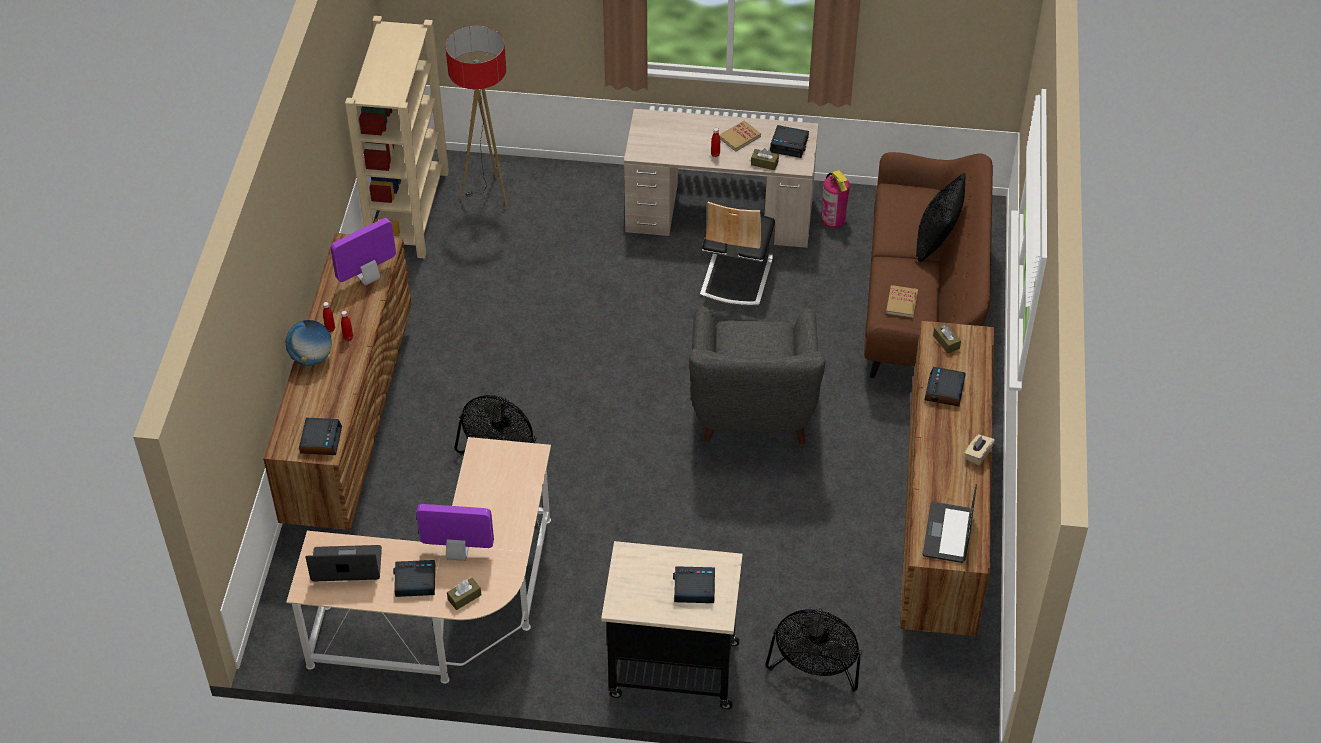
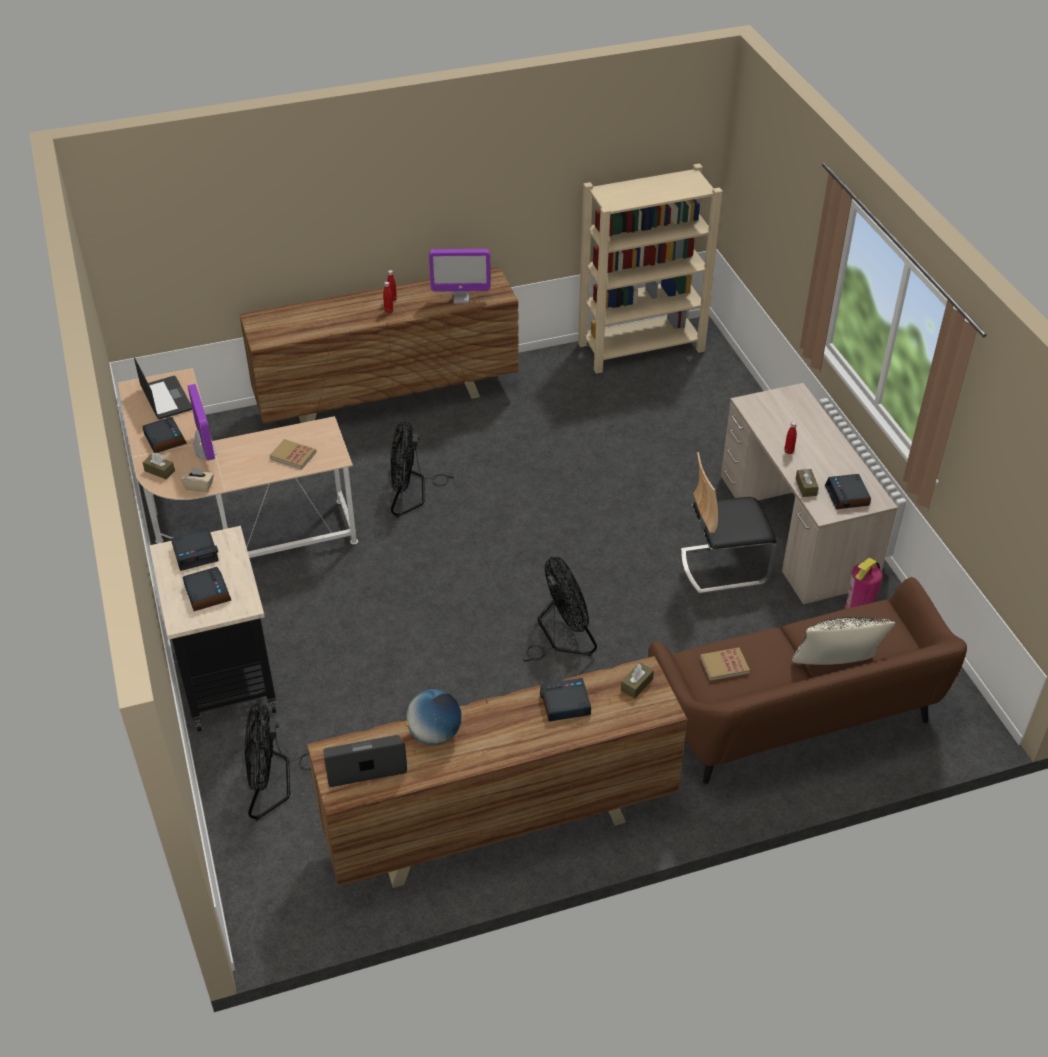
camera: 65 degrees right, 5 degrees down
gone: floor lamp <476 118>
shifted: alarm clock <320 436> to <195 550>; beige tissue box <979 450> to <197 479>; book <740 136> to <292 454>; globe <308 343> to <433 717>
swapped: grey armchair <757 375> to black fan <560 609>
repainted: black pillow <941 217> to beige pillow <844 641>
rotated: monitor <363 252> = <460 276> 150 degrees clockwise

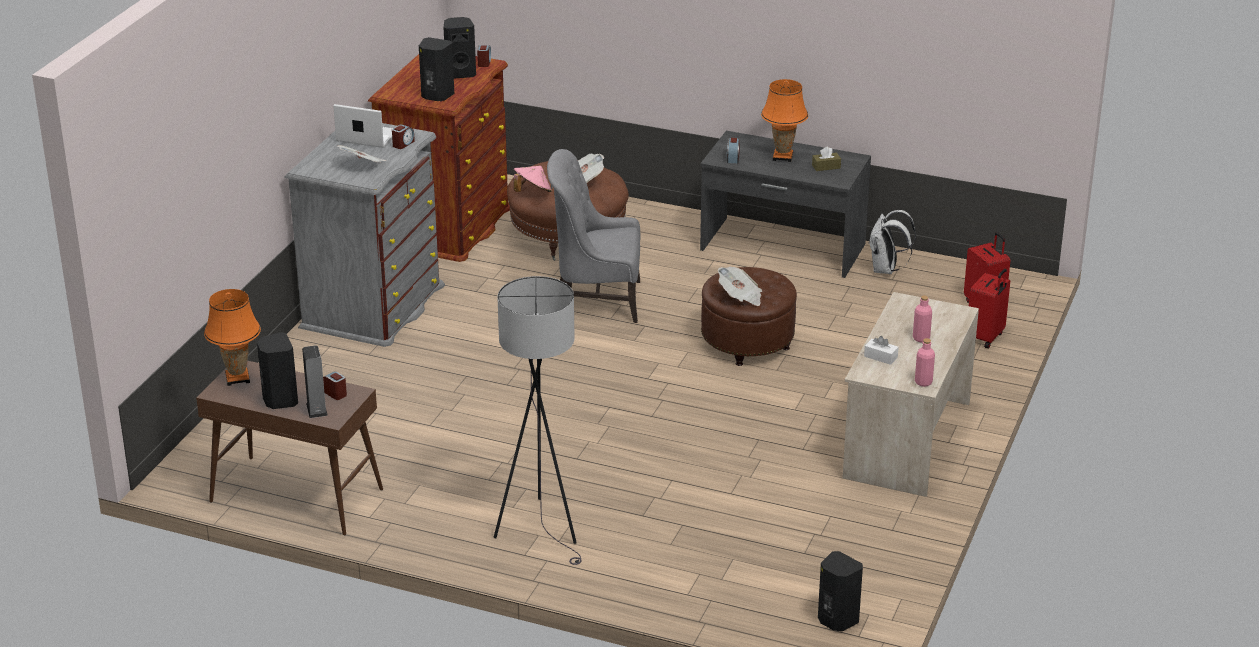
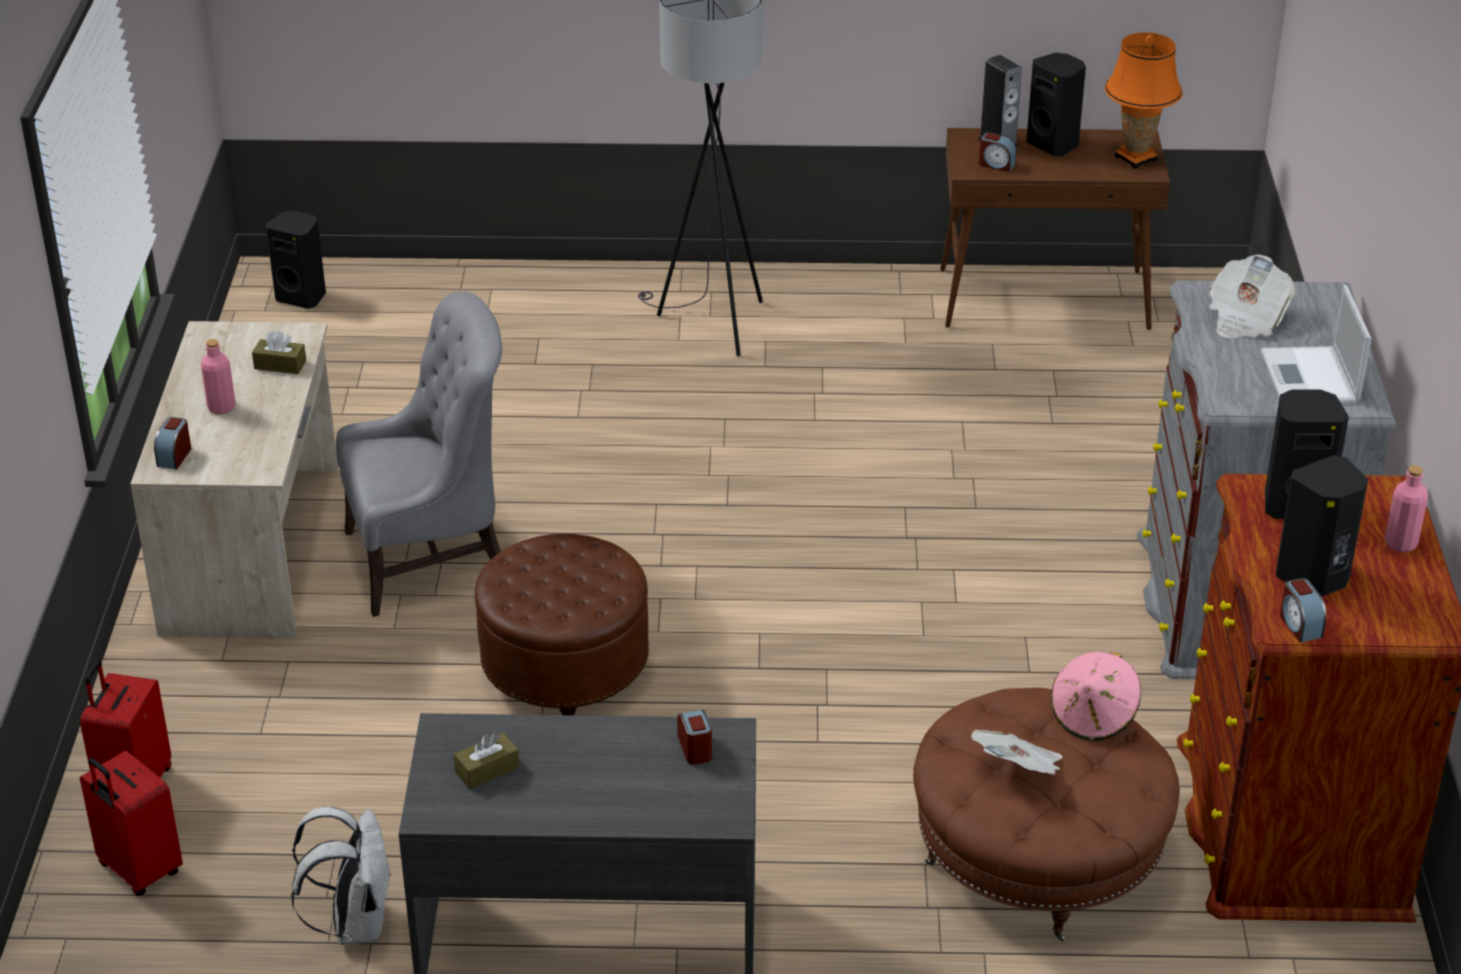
camera: 160 degrees right, 5 degrees up
gone: newspaper <740 286>; orange table lamp <784 120>
shifted: alarm clock <403 137> to <172 443>; grey chair <594 236> to <419 454>; pink bottle <925 362> to <1406 509>
repainted: white tissue box <881 350> to brown tissue box <279 352>
rotated: laptop <363 126> = <1316 344> 90 degrees clockwise

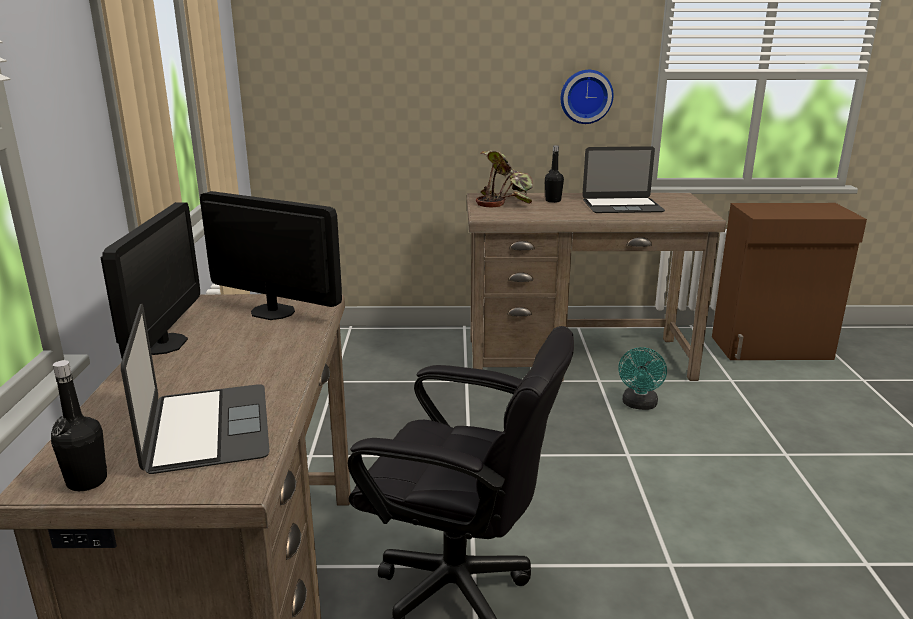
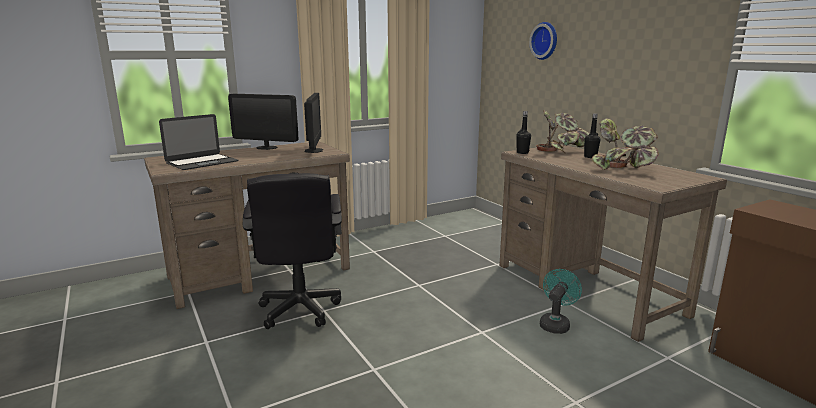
camera: 60 degrees right, 5 degrees down
shifted: black bottle <79 425> to <523 132>; wall clock <587 97> to <543 41>
swapped: laptop <623 179> to potted plant <625 144>
rotated: monitor <150 280> = <263 122> 45 degrees clockwise; turquoise fan <642 378> = <561 301> 135 degrees clockwise

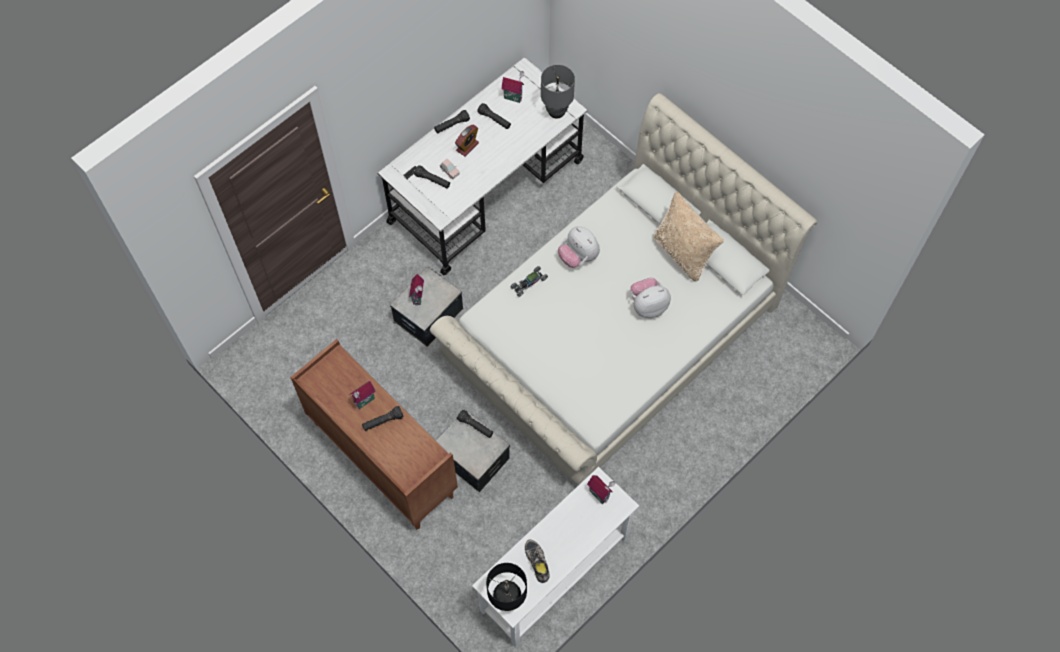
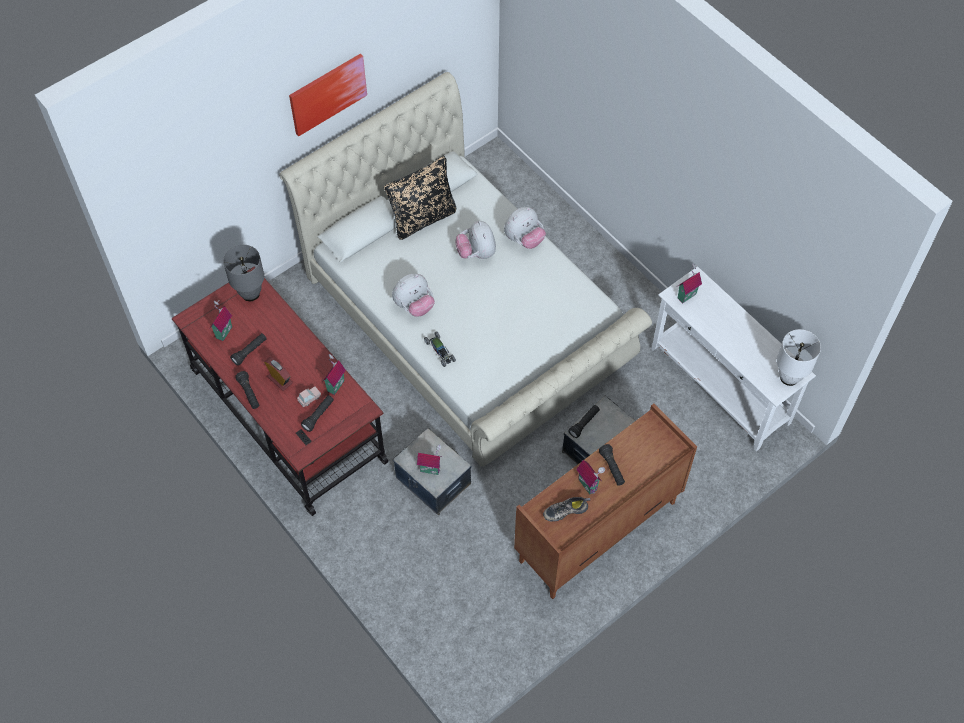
camera: 85 degrees left, 5 degrees down
new: picture <328 95>; toy house <334 374>; plush toy <525 228>
shifted: shoe <537 561> to <566 509>
repainted: white desk <483 166> to red desk <280 391>; beige pillow <688 236> to black pillow <420 198>; black table lamp <506 587> to white table lamp <799 357>

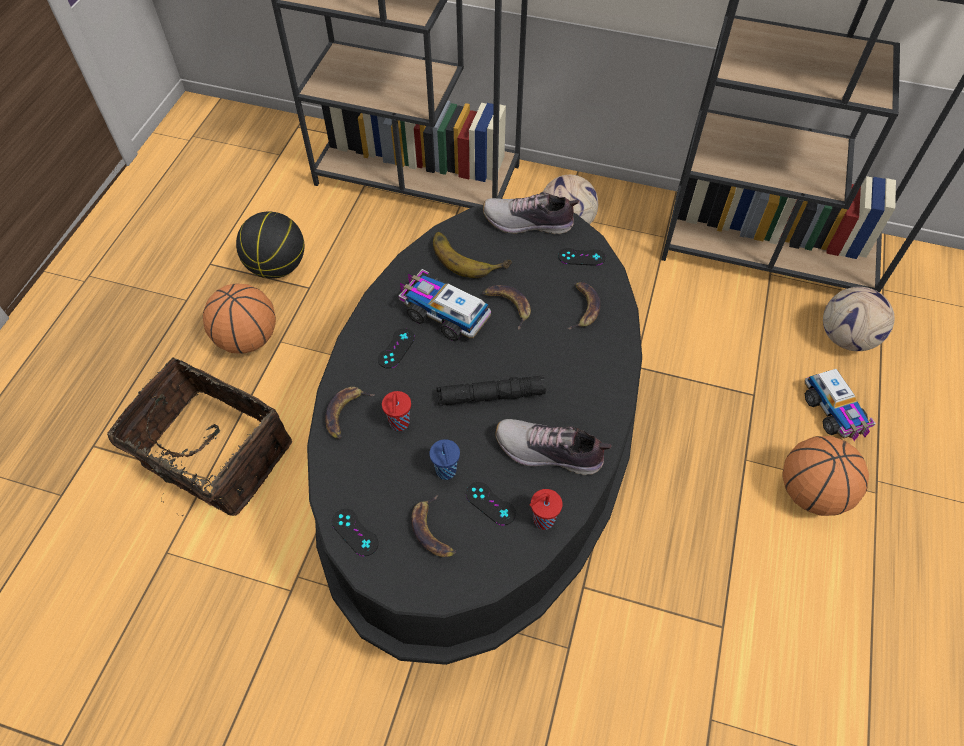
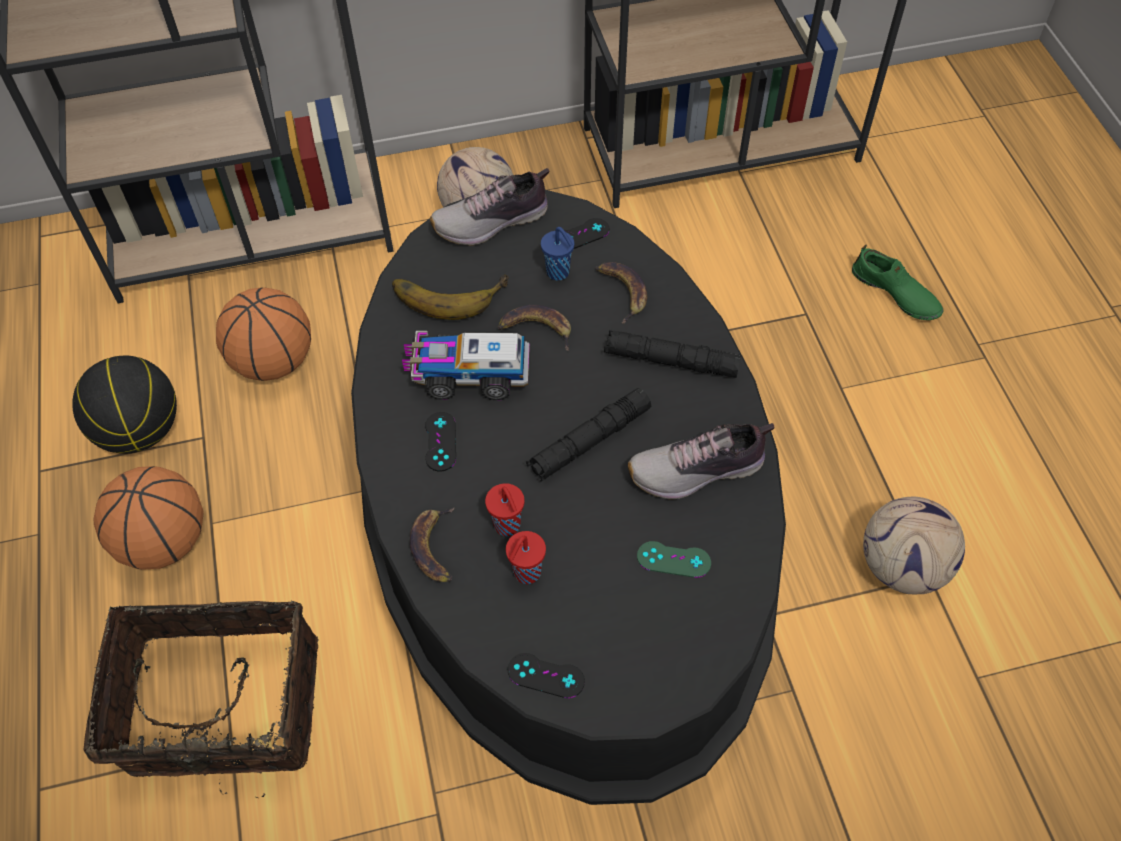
camera: 30 degrees left, 0 degrees up
gone: banana <433 526>
new: black flashlight <672 354>
shifted: basketball <825 476> to <263 334>; red cup <546 509> to <526 557>; blue cup <444 459> to <557 254>; football <859 319> to <914 545>
swapped: toy truck <840 405> to green shoe <898 282>
repainted: black game controller <491 503> to green game controller <674 559>

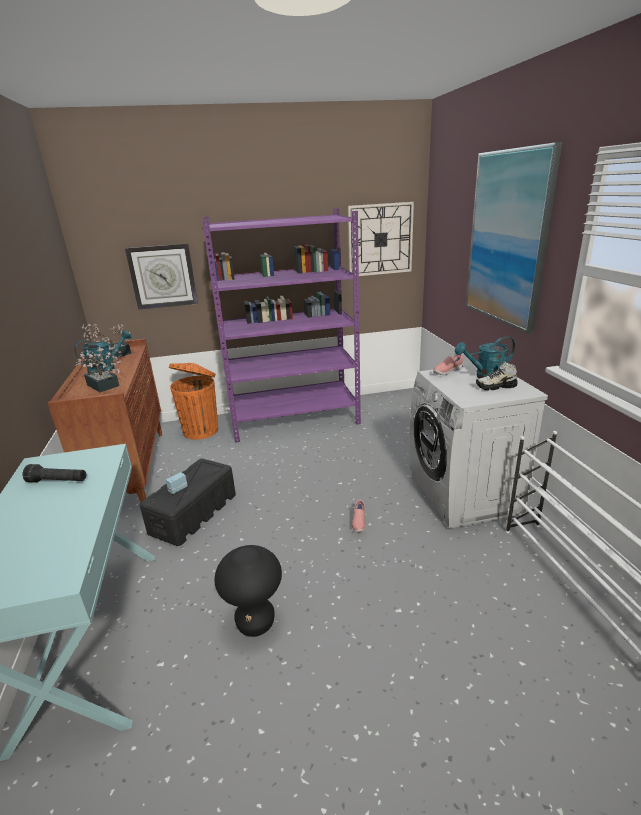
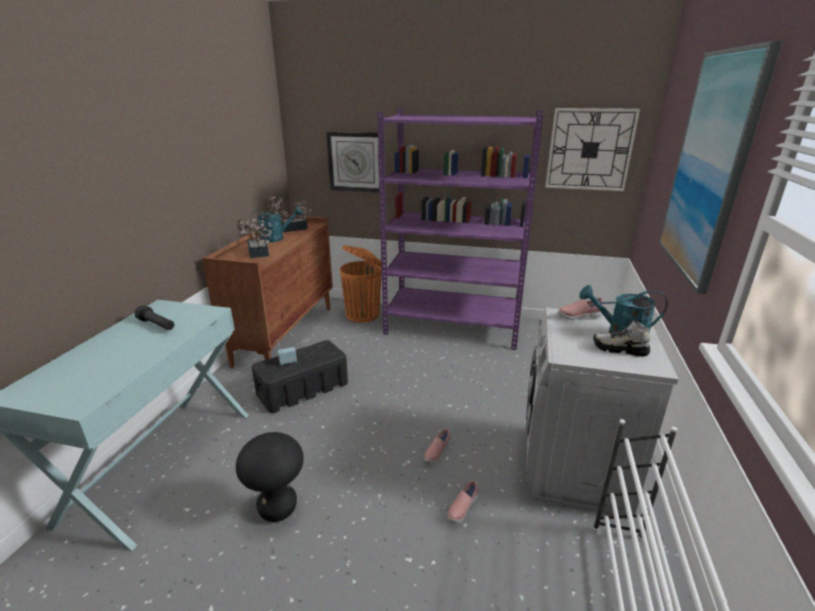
camera: 25 degrees right, 0 degrees up
new: pink shoe <462 502>

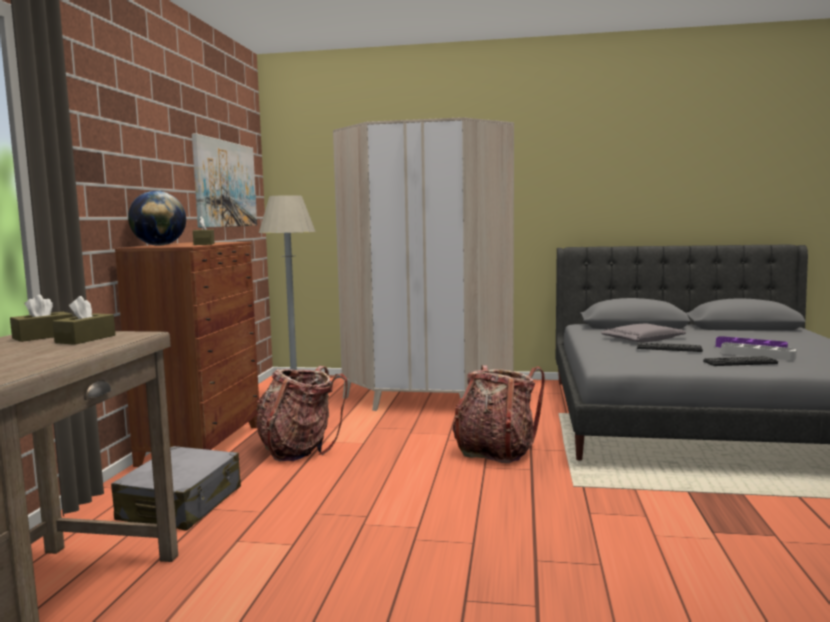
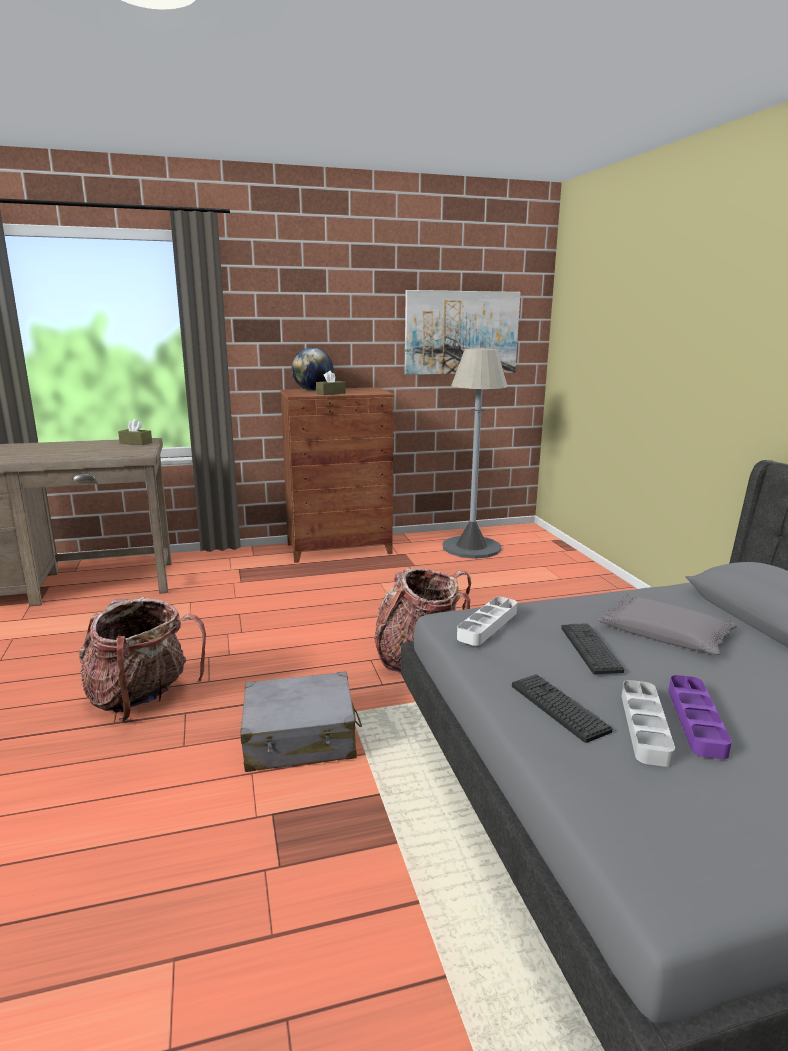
camera: 65 degrees right, 10 degrees up
gone: brown tissue box <83 320>; beige wardrobe <423 264>
new: white tray <487 621>
shifted: backpack <302 414> to <142 659>; grey suitcase <176 488> to <301 722>

